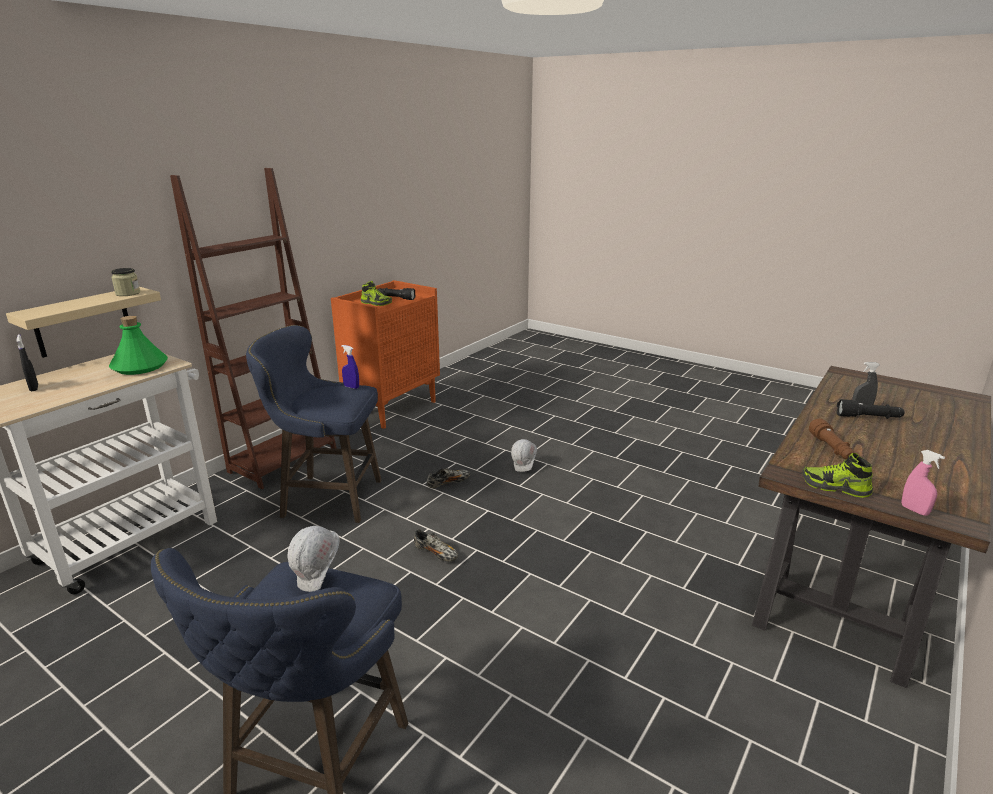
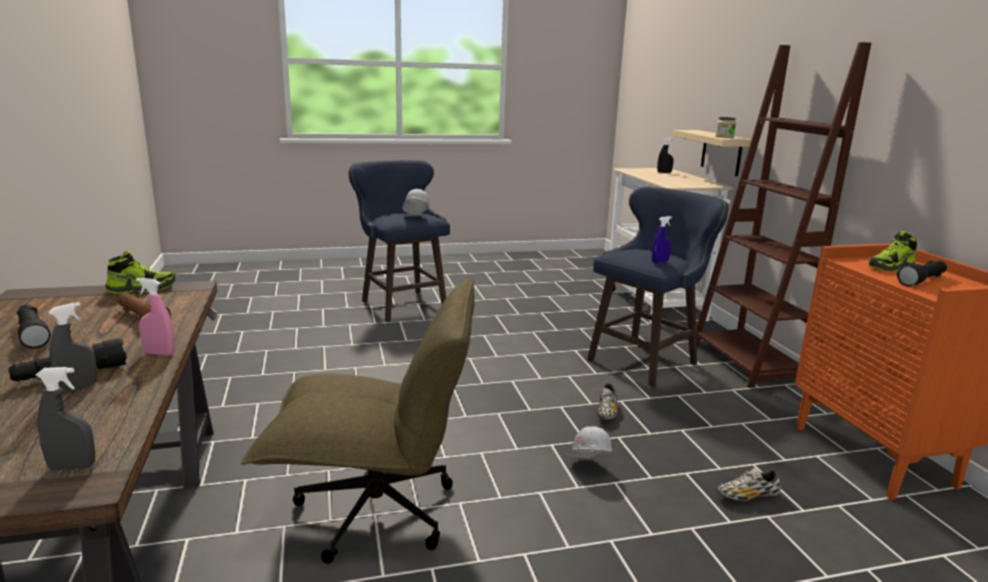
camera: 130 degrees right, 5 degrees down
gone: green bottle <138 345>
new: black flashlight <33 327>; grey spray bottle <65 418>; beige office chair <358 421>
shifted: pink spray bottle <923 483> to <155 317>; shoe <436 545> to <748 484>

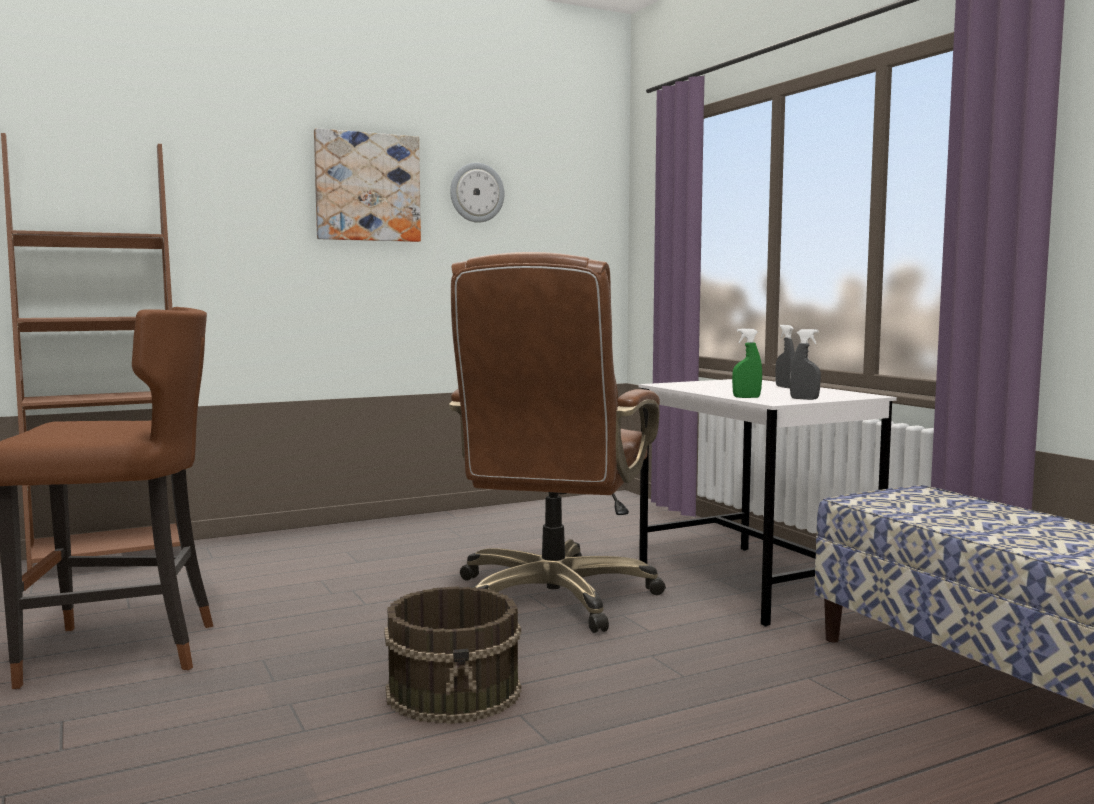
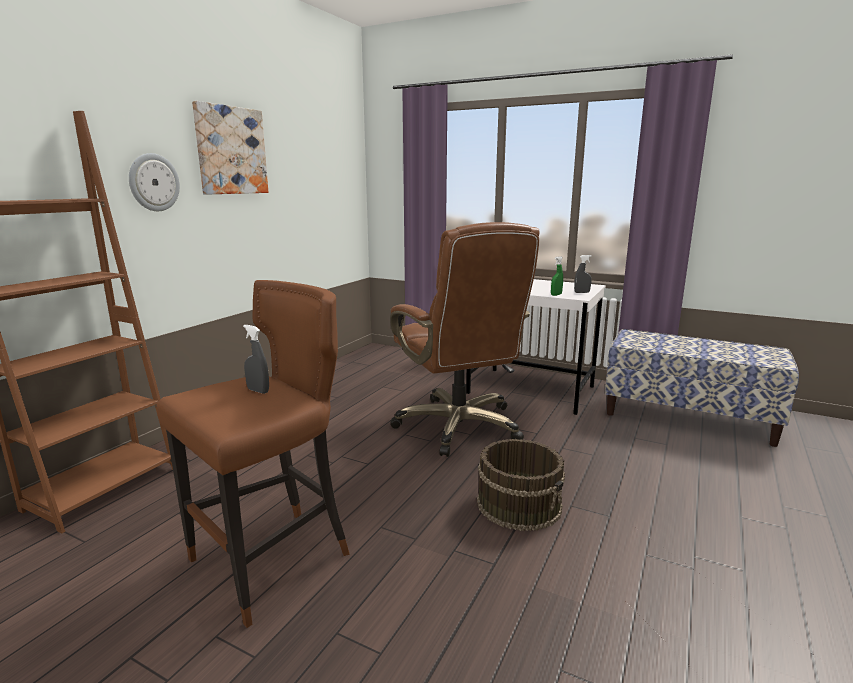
camera: 35 degrees left, 10 degrees up
shifted: wall clock <477 193> to <154 182>; grey spray bottle <785 356> to <256 359>

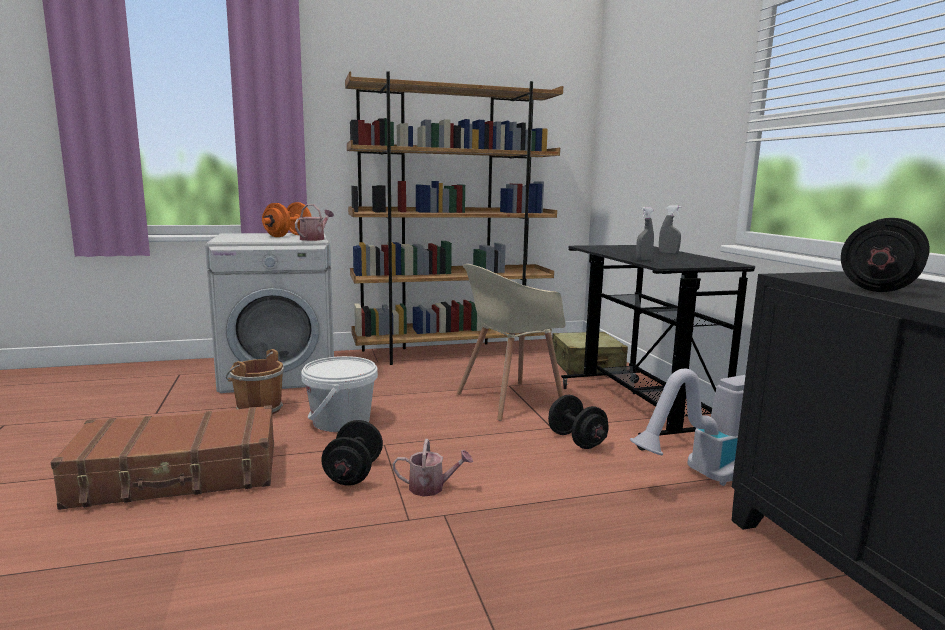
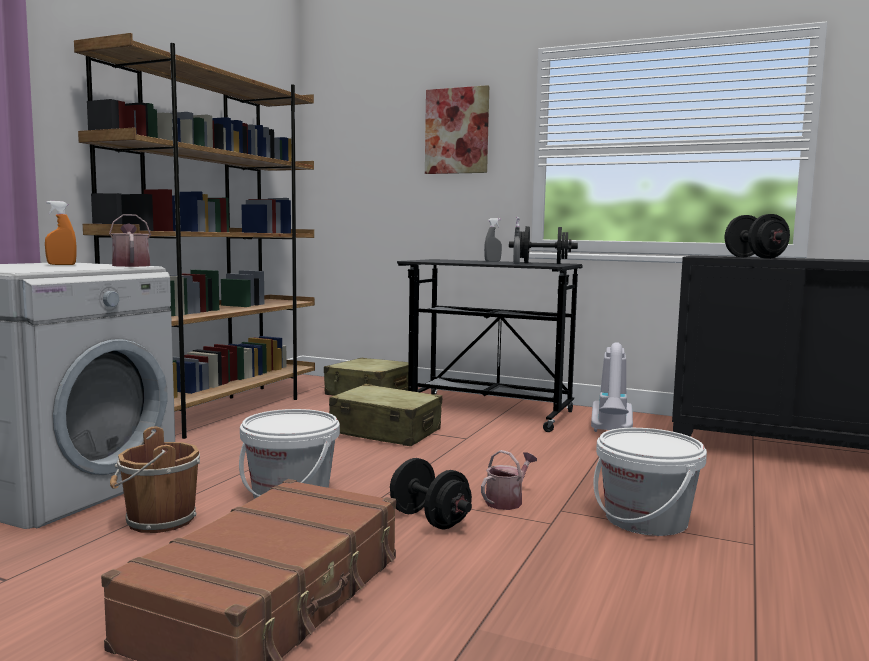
camera: 50 degrees left, 5 degrees down
new: picture <457 129>; white bucket <650 482>
shifted: black dumbbell <578 422> to <543 245>
swapped: orange dumbbell <287 219> to orange spray bottle <61 233>; beige chair <511 342> to beige suitcase <385 415>

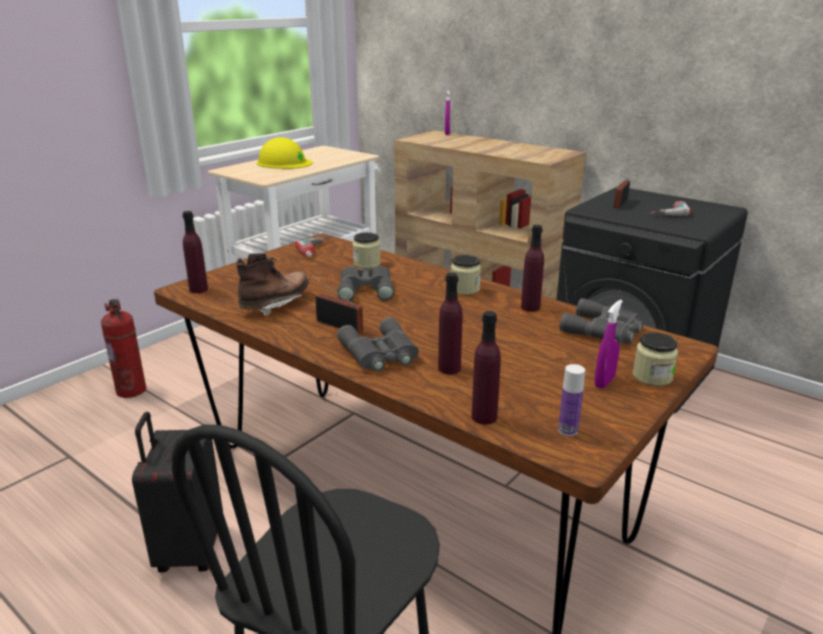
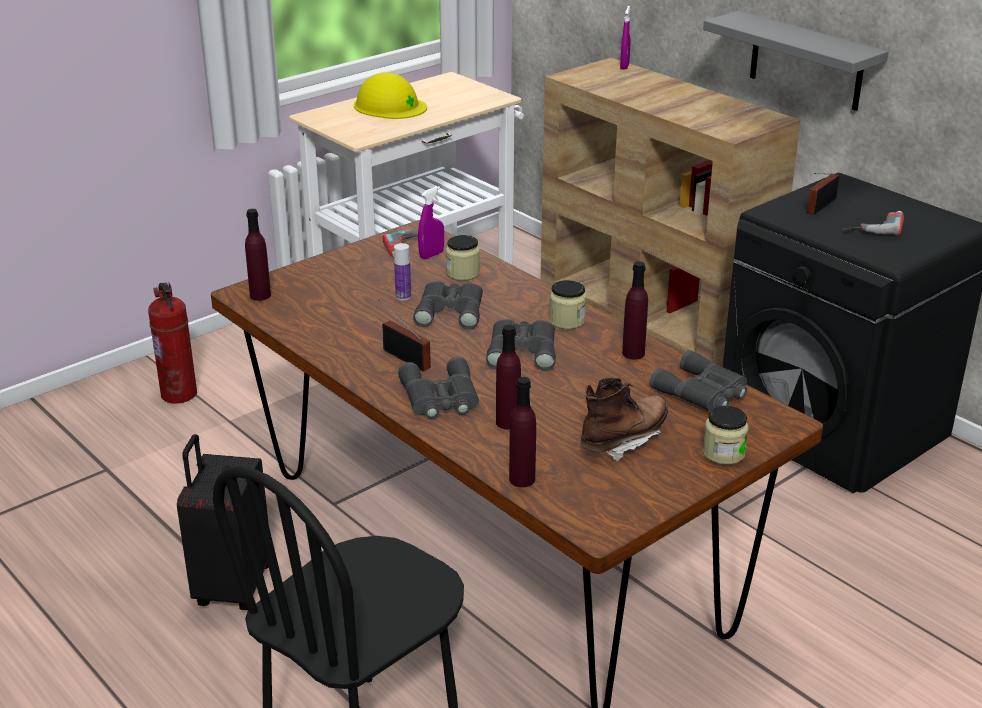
camera: 10 degrees right, 5 degrees up
new: grey binoculars <521 345>; grey shelf <796 61>
shifted: bottle <571 400> to <402 271>; purple spray bottle <609 343> to <431 222>; brown boot <272 284> to <624 420>

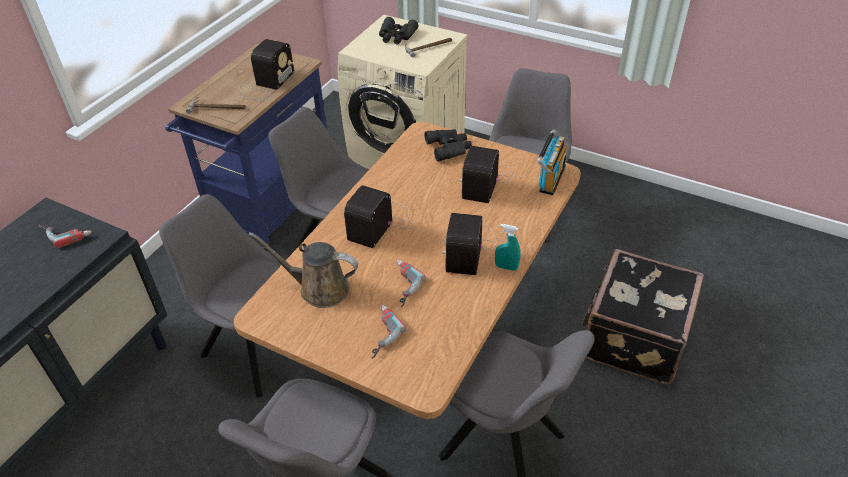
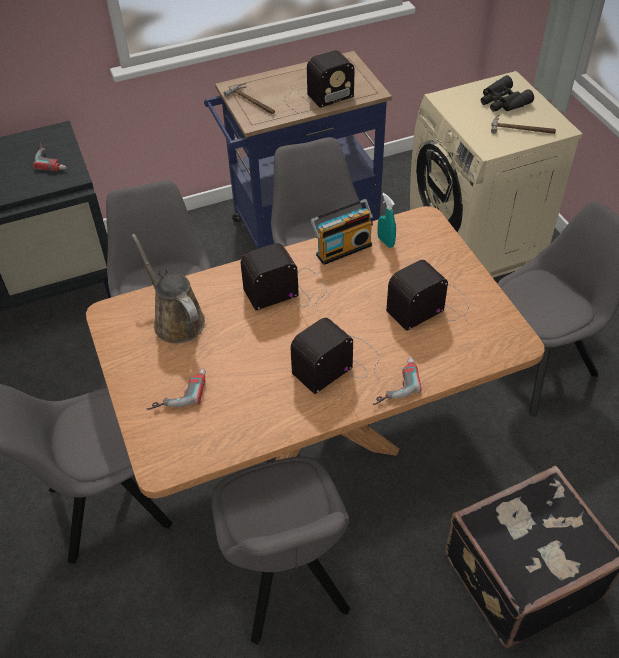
camera: 40 degrees right, 5 degrees up
gone: black binoculars <448 145>
shifted: radio <552 162> to <341 232>; power drill <411 283> to <397 381>; turquoise spray bottle <508 247> to <386 220>

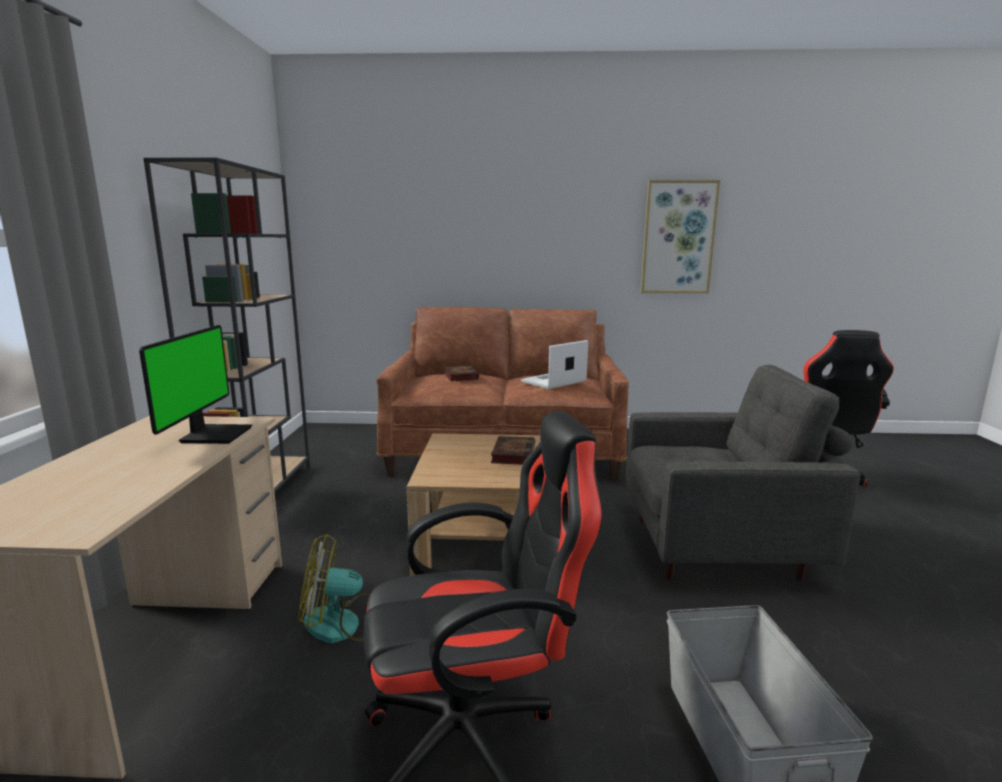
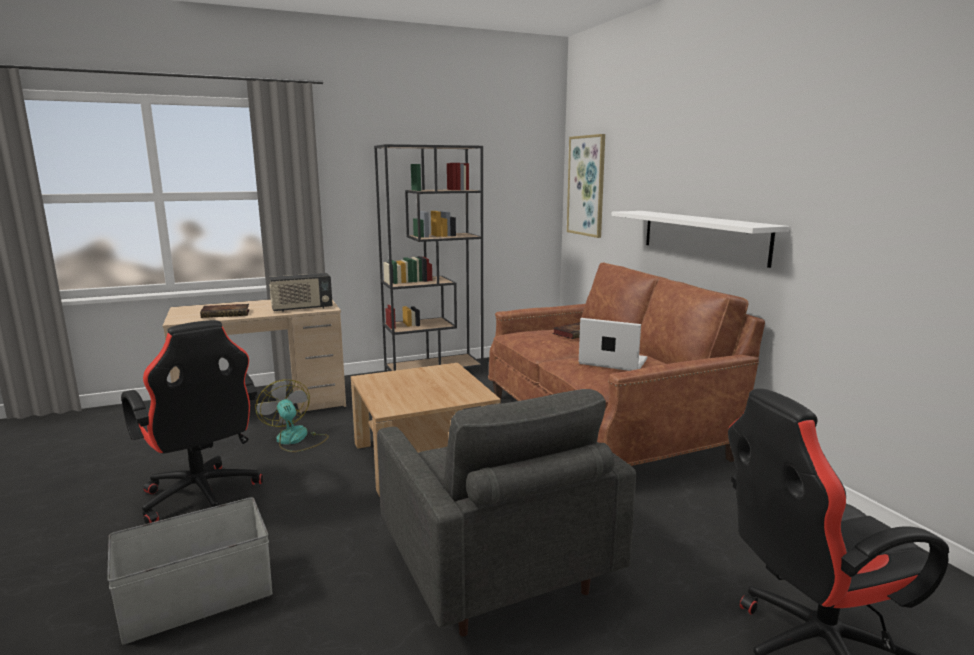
camera: 65 degrees right, 0 degrees up
new: white shelf <700 239>
shifted: book <513 450> to <224 311>; picture <680 236> to <586 186>
swapped: monitor <195 384> to radio <301 292>

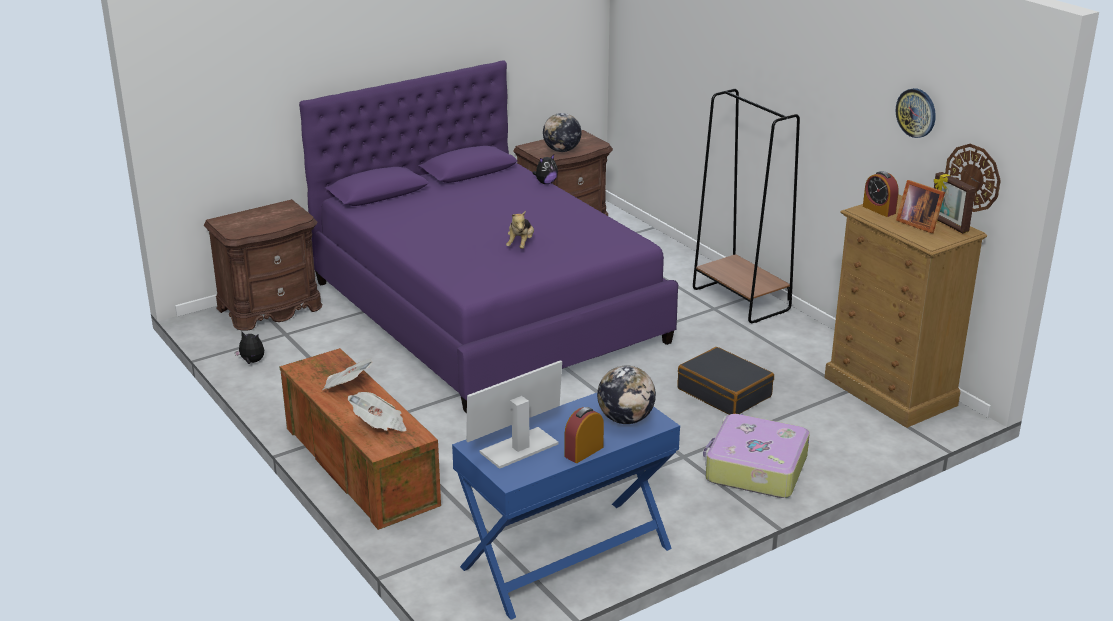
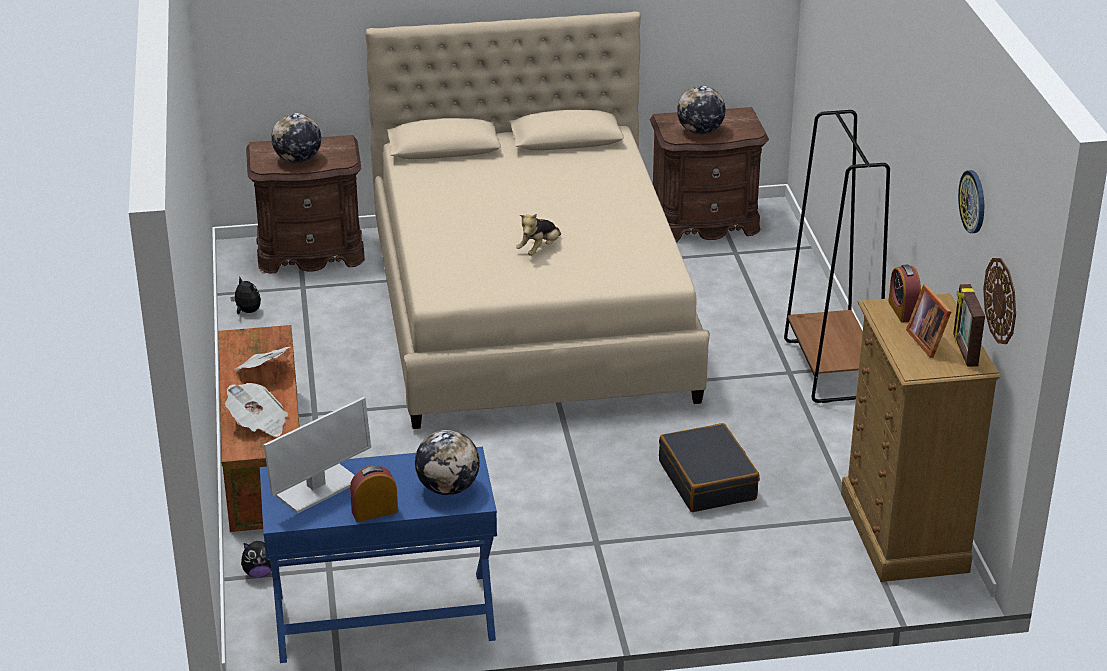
camera: 25 degrees right, 5 degrees up
gone: suitcase <756 456>
new: globe <296 138>
shifted: plush toy <545 169> to <256 559>
repainted: purple bed <488 237> to beige bed <537 220>
rotated: monitor <514 414> = <317 455> 150 degrees clockwise

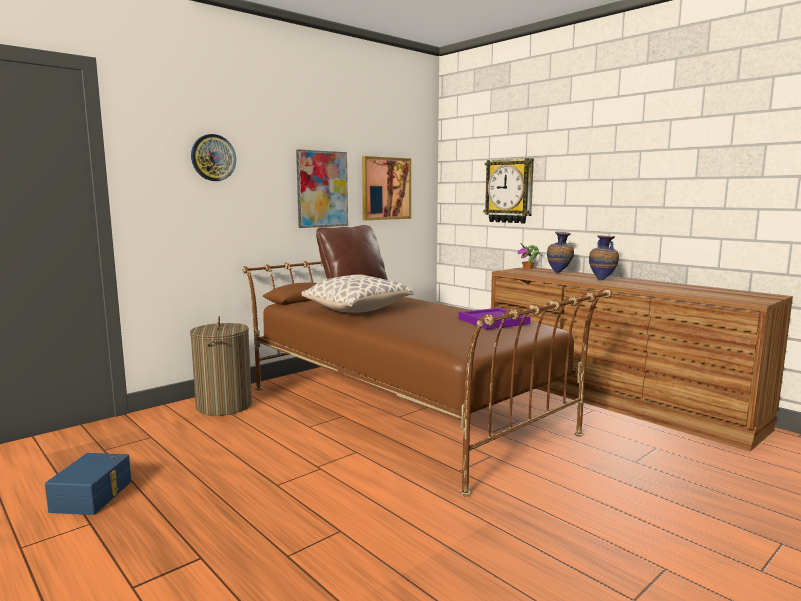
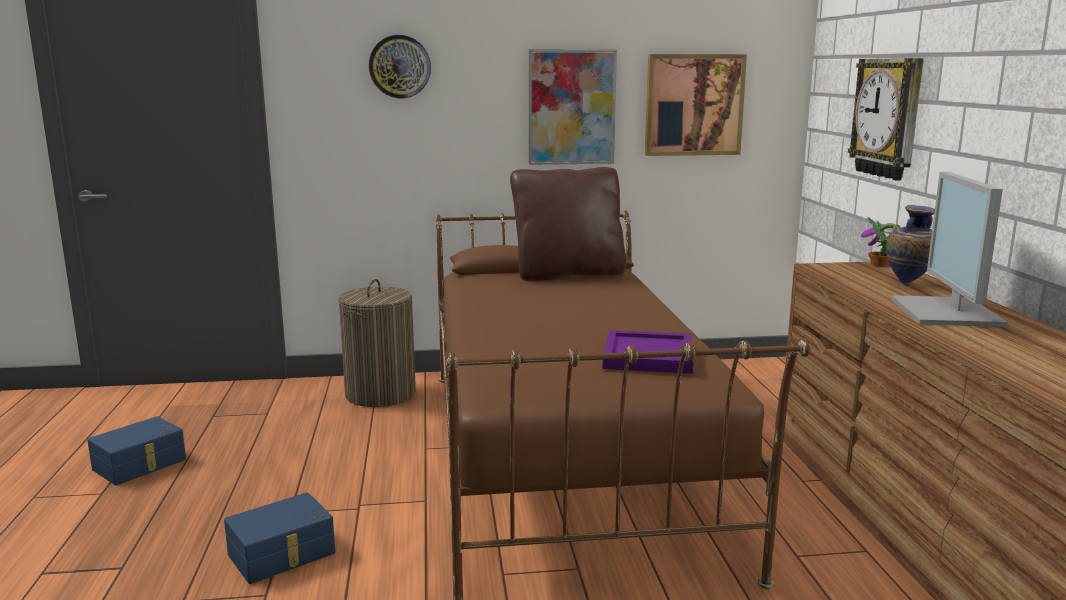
camera: 35 degrees right, 5 degrees up
gone: pillow <357 293>
new: blue storage box <279 538>
swapped: vase <604 257> to monitor <949 249>

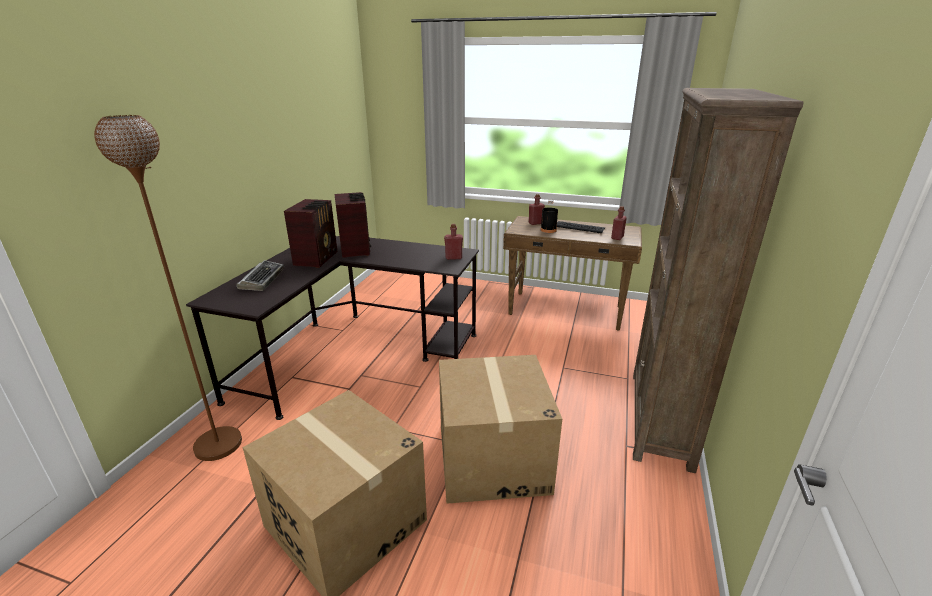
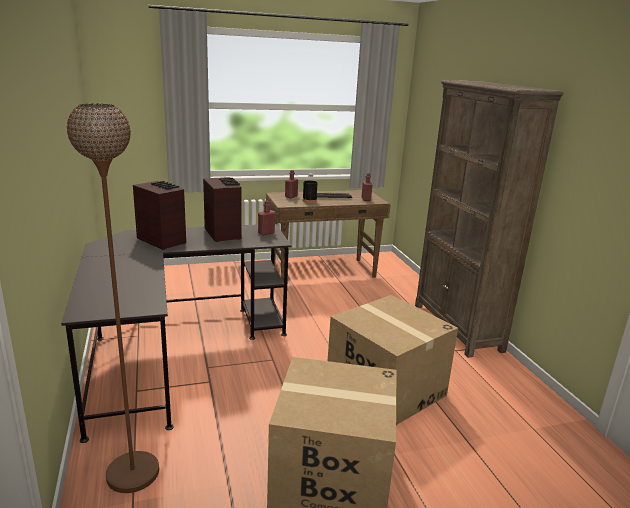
camera: 35 degrees left, 5 degrees down
gone: keyboard <260 275>
shifted: radio <311 233> to <222 209>

